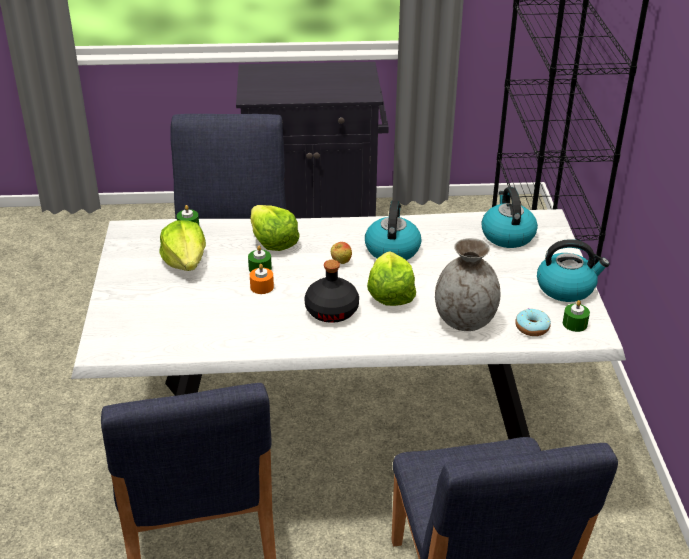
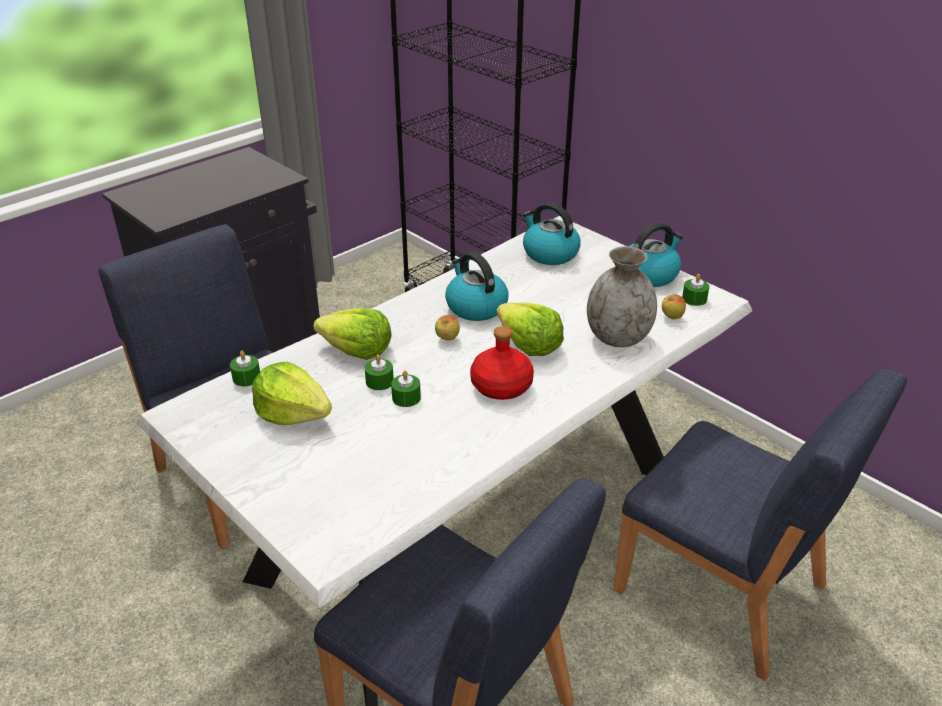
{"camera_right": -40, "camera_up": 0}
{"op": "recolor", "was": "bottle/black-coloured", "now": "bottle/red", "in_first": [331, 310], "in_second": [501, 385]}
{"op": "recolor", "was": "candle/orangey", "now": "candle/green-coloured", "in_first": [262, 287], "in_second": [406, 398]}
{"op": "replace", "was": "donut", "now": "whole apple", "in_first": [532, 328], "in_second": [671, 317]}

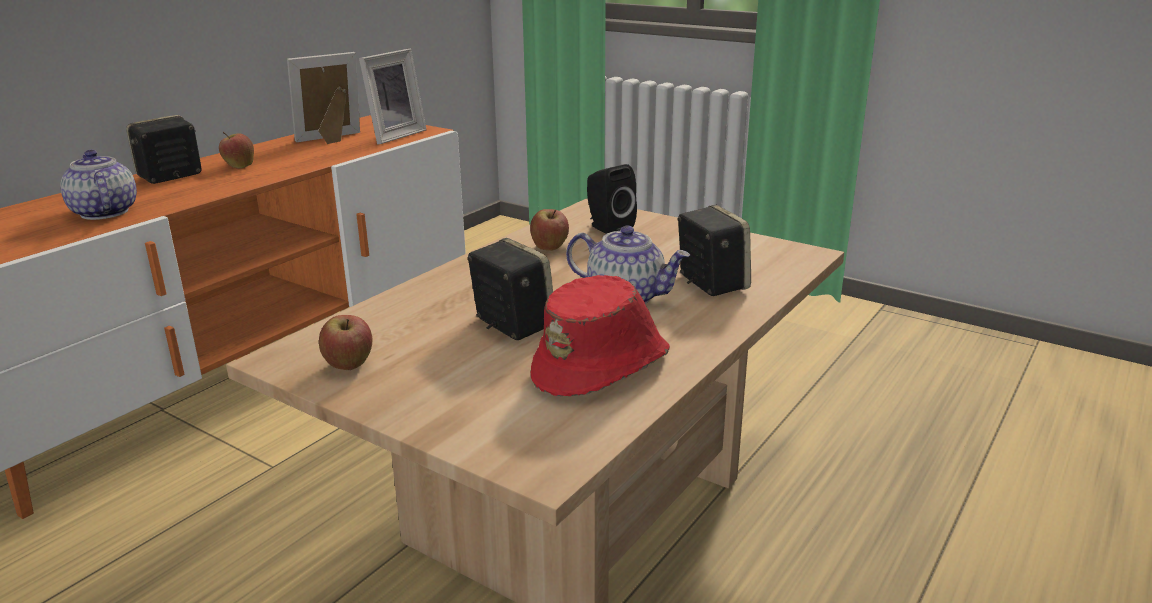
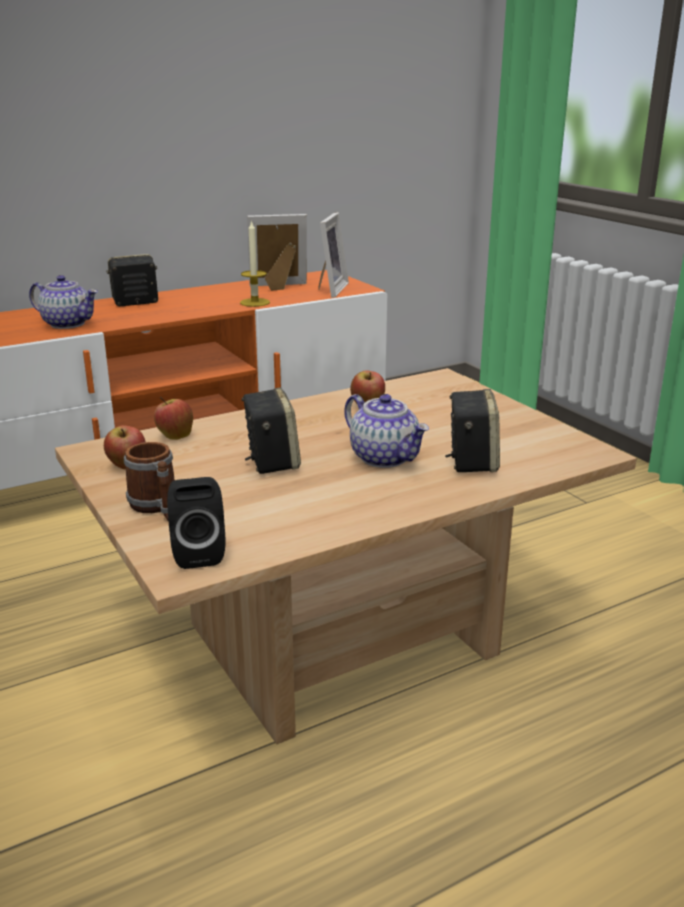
{"camera_right": 25, "camera_up": 0}
{"op": "rotate", "was": "standing frame", "in_first": [393, 135], "in_second": [329, 290], "clockwise": -45}
{"op": "move", "was": "whole apple", "in_first": [239, 166], "in_second": [175, 436]}
{"op": "rotate", "was": "teapot", "in_first": [104, 213], "in_second": [67, 324], "clockwise": 120}
{"op": "move", "was": "audio speaker/black-coloured", "in_first": [608, 228], "in_second": [198, 553]}
{"op": "delete", "was": "clothing hat/red", "in_first": [603, 367]}
{"op": "insert", "now": "candle", "in_second": [255, 302]}
{"op": "insert", "now": "coffee mug", "in_second": [156, 507]}

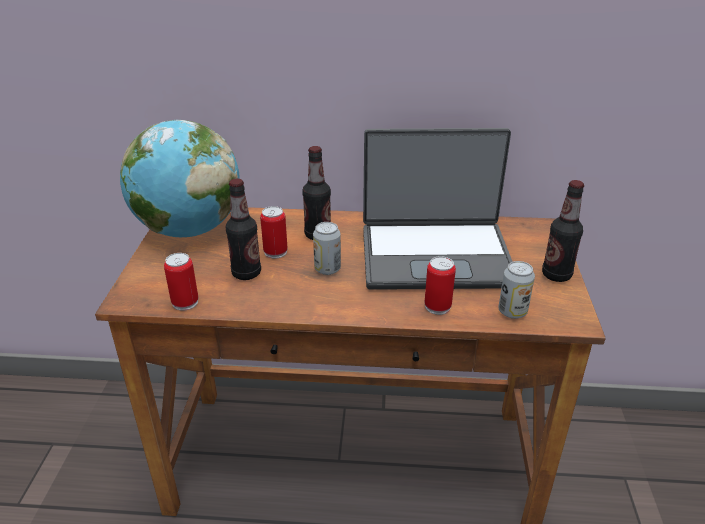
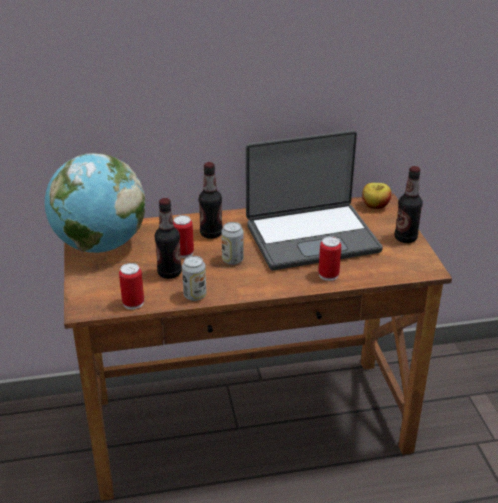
{"camera_right": -15, "camera_up": 0}
{"op": "move", "was": "sealed can", "in_first": [512, 311], "in_second": [195, 295]}
{"op": "insert", "now": "whole apple", "in_second": [375, 206]}

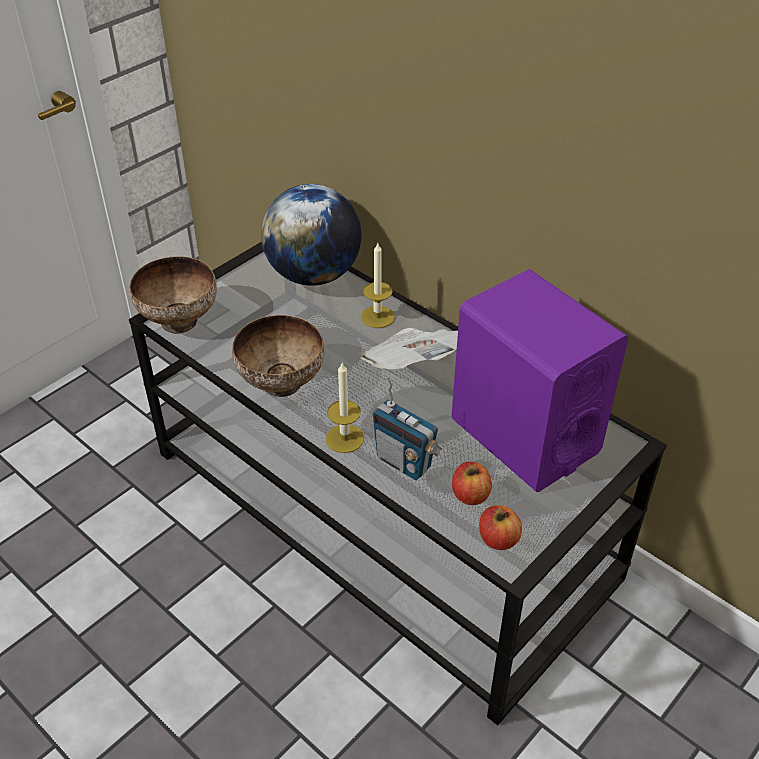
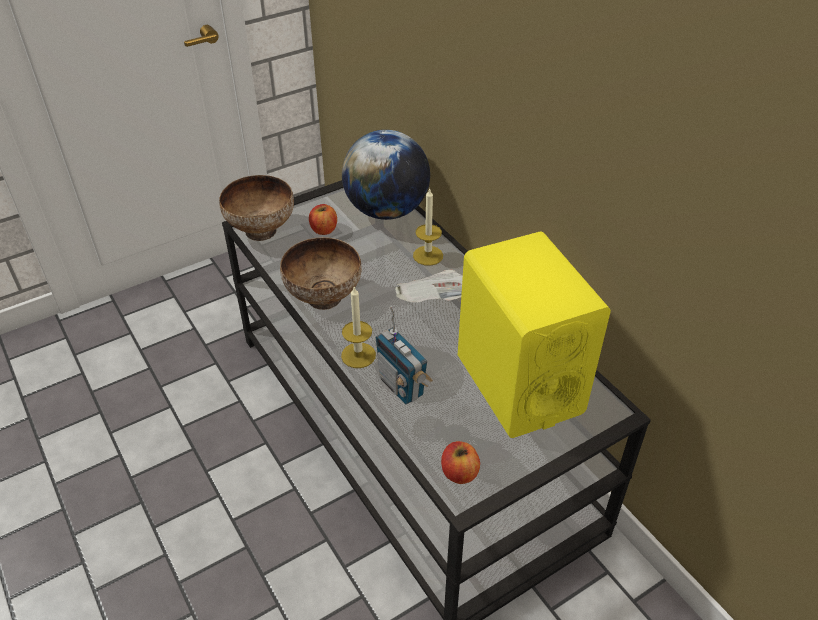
{"camera_right": 15, "camera_up": 0}
{"op": "recolor", "was": "audio speaker/purplish", "now": "audio speaker/yellowish", "in_first": [524, 435], "in_second": [518, 384]}
{"op": "move", "was": "whole apple", "in_first": [470, 495], "in_second": [324, 230]}

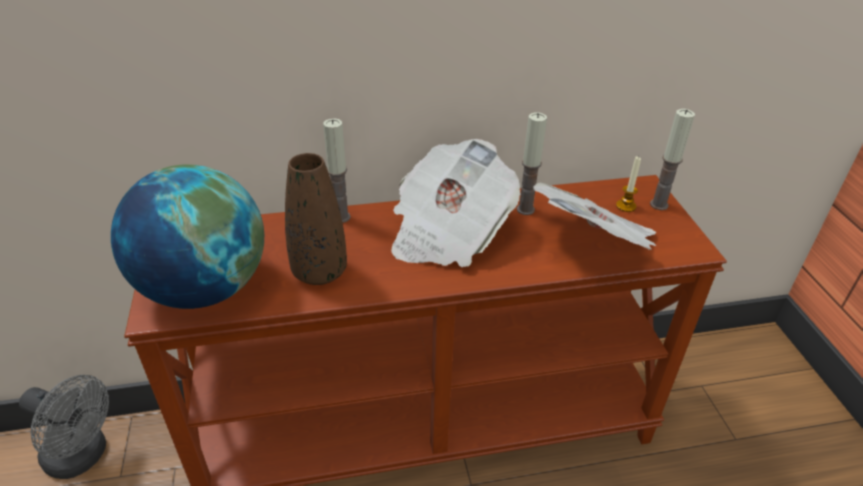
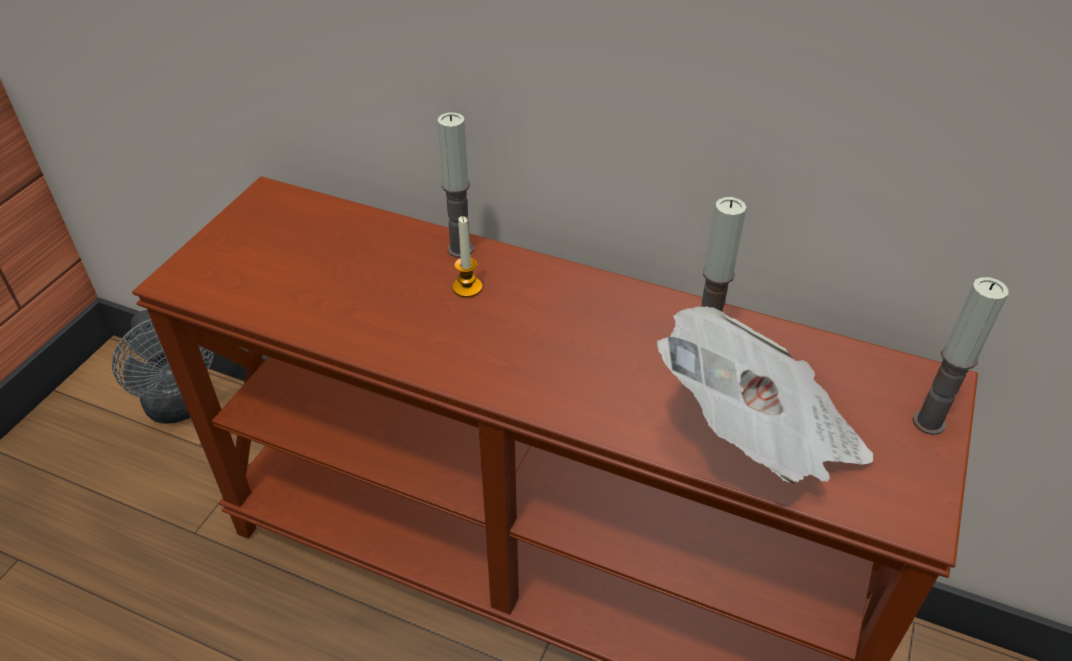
{"camera_right": 35, "camera_up": 5}
{"op": "delete", "was": "newspaper", "in_first": [448, 232]}
{"op": "delete", "was": "decorative vase/brown", "in_first": [319, 272]}
{"op": "move", "was": "candle", "in_first": [626, 206], "in_second": [467, 287]}
{"op": "delete", "was": "globe", "in_first": [204, 288]}

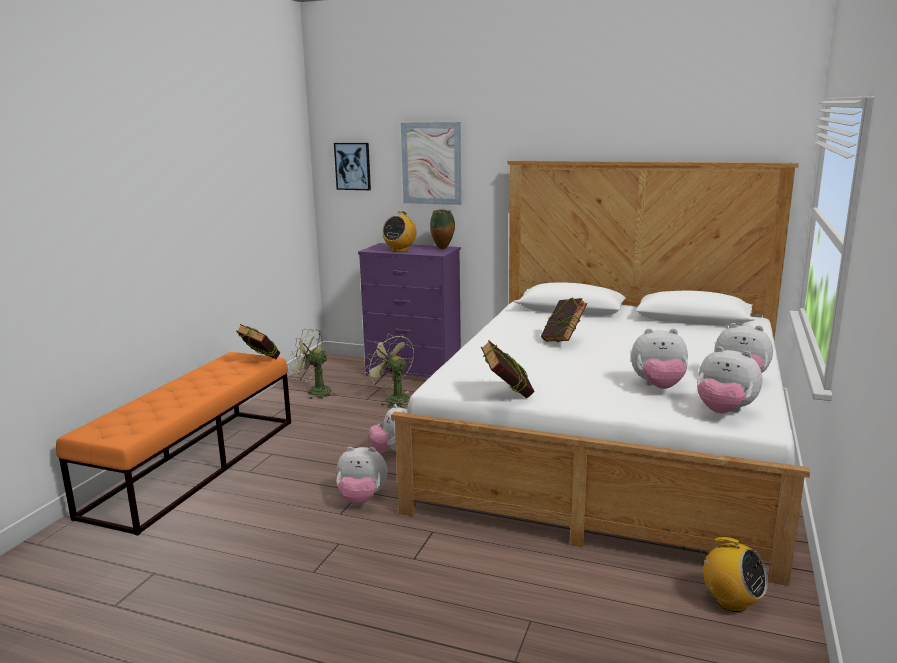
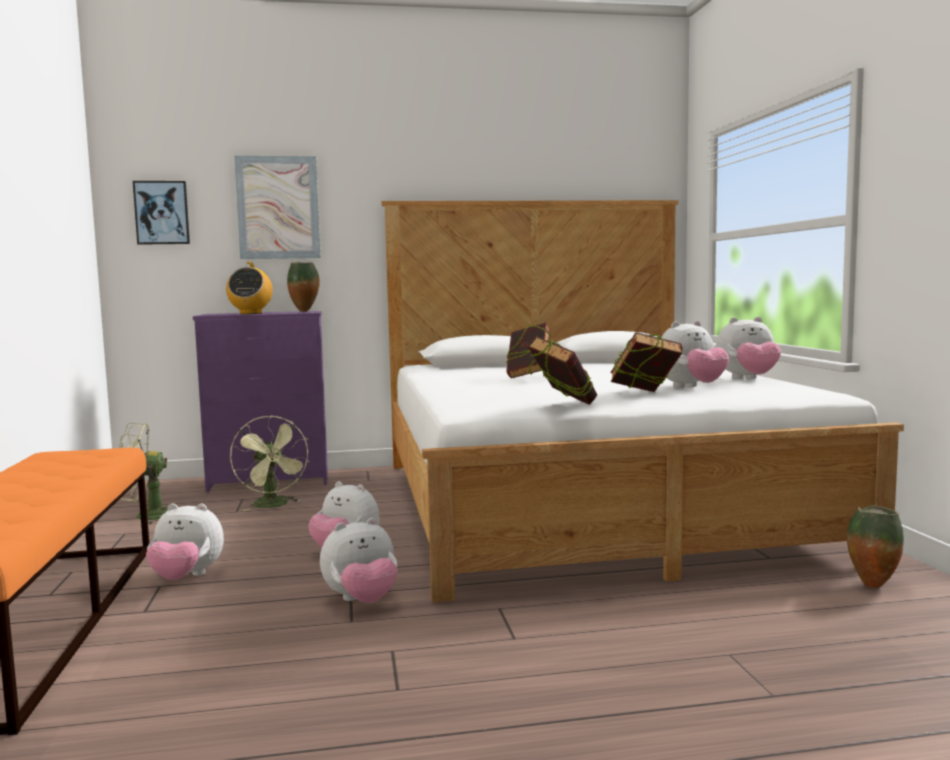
{"camera_right": -30, "camera_up": -10}
{"op": "move", "was": "volume", "in_first": [260, 361], "in_second": [645, 395]}
{"op": "rotate", "was": "electric fan/green-coloured", "in_first": [393, 398], "in_second": [274, 505], "clockwise": -135}
{"op": "move", "was": "plush toy", "in_first": [724, 412], "in_second": [186, 578]}
{"op": "replace", "was": "radio receiver", "now": "decorative vase", "in_first": [731, 602], "in_second": [872, 585]}

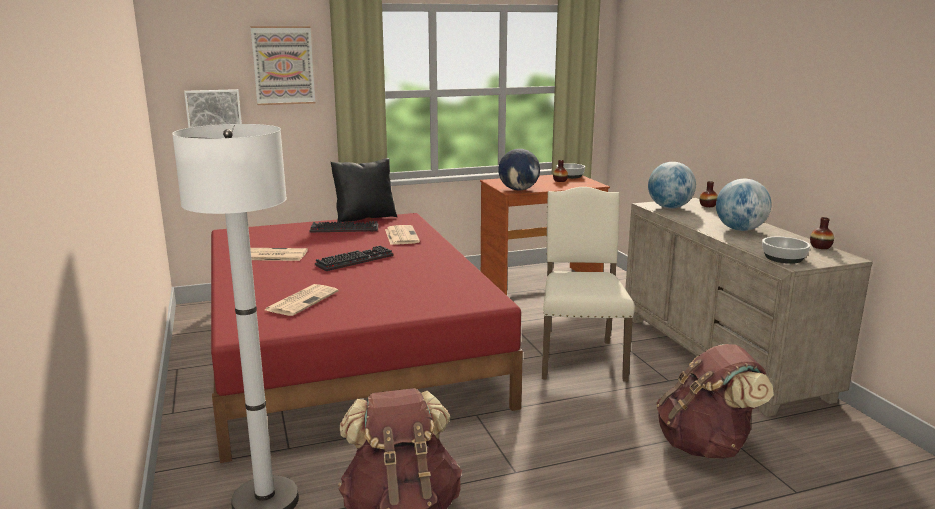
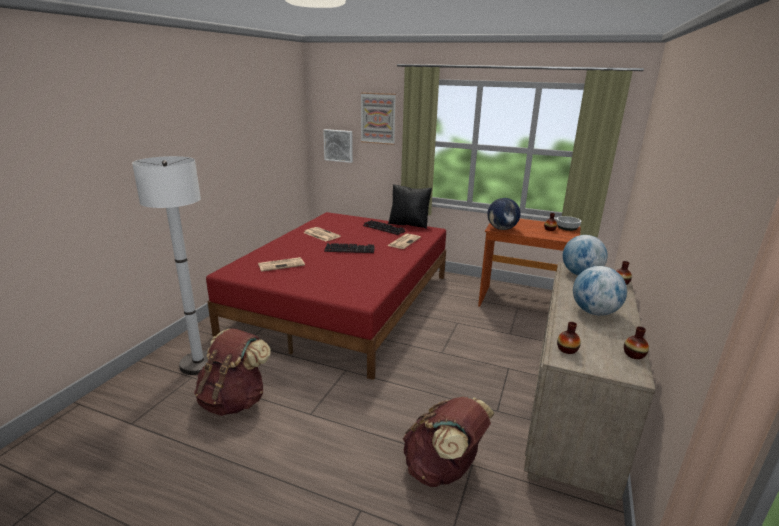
{"camera_right": 40, "camera_up": 5}
{"op": "delete", "was": "chair/sand-coloured", "in_first": [580, 358]}
{"op": "replace", "was": "deep dish", "now": "decorative vase", "in_first": [783, 258], "in_second": [567, 349]}

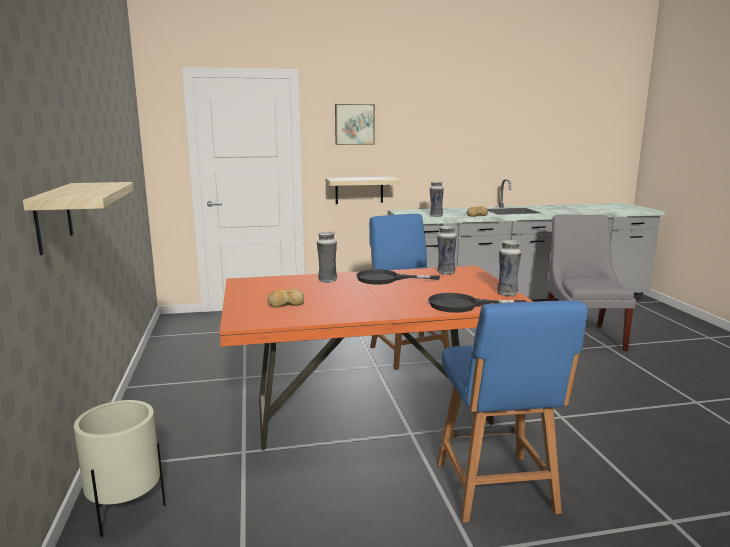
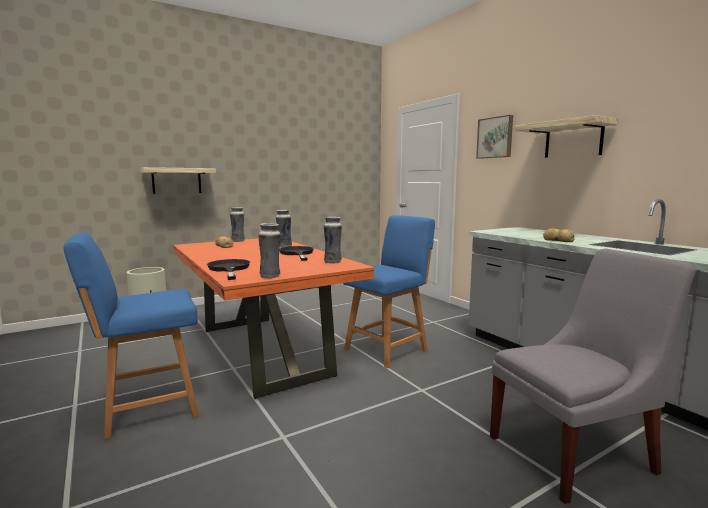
{"camera_right": 70, "camera_up": -5}
{"op": "move", "was": "wall shelf", "in_first": [359, 190], "in_second": [573, 140]}
{"op": "move", "was": "decorative vase", "in_first": [435, 216], "in_second": [238, 241]}

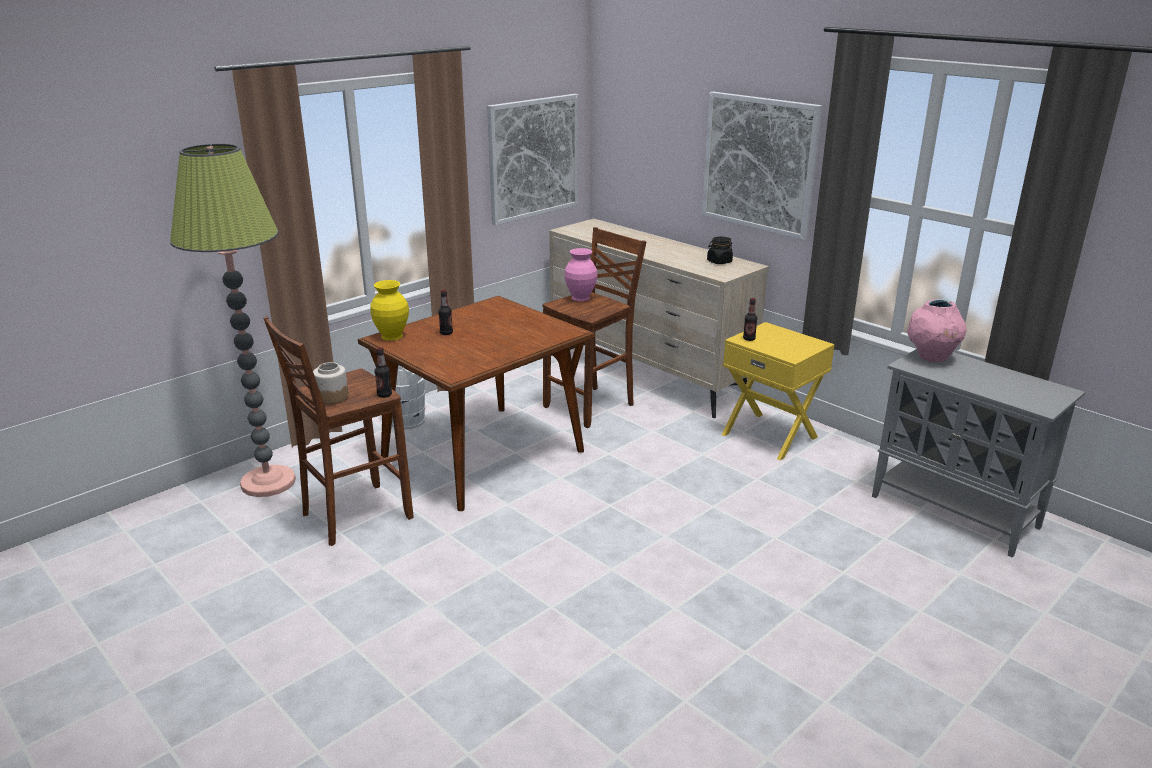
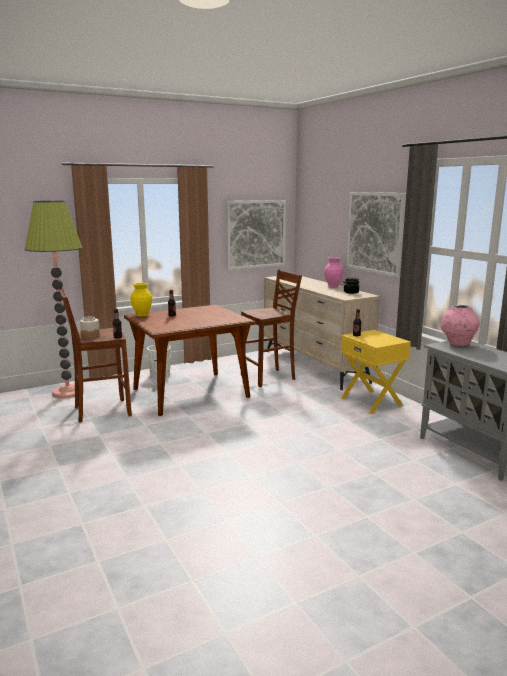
{"camera_right": 15, "camera_up": -10}
{"op": "move", "was": "decorative vase/pinkish", "in_first": [581, 297], "in_second": [333, 285]}

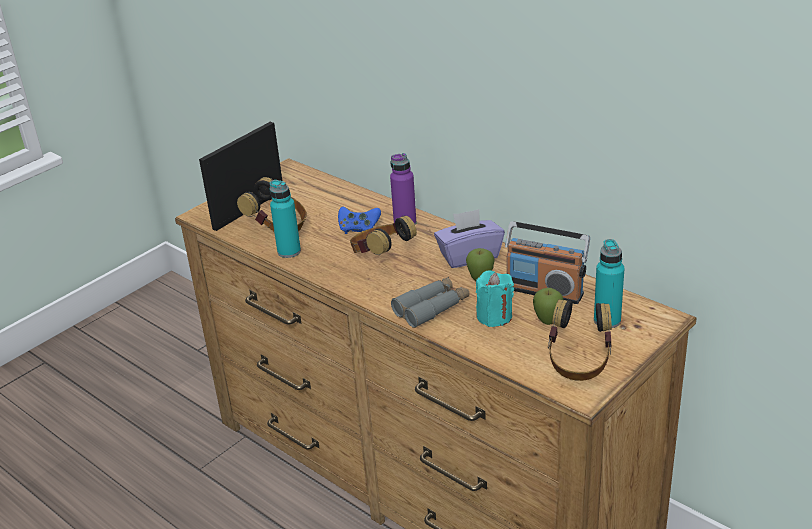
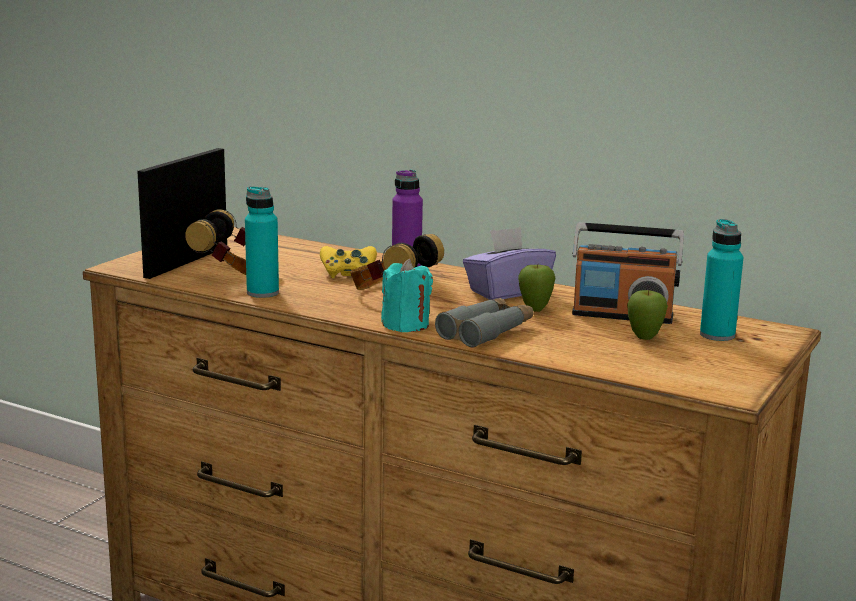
{"camera_right": -15, "camera_up": -15}
{"op": "recolor", "was": "joypad/blue", "now": "joypad/yellowish", "in_first": [358, 229], "in_second": [347, 274]}
{"op": "move", "was": "candle/blue-green", "in_first": [494, 316], "in_second": [405, 325]}
{"op": "delete", "was": "pair of headphones", "in_first": [579, 362]}

